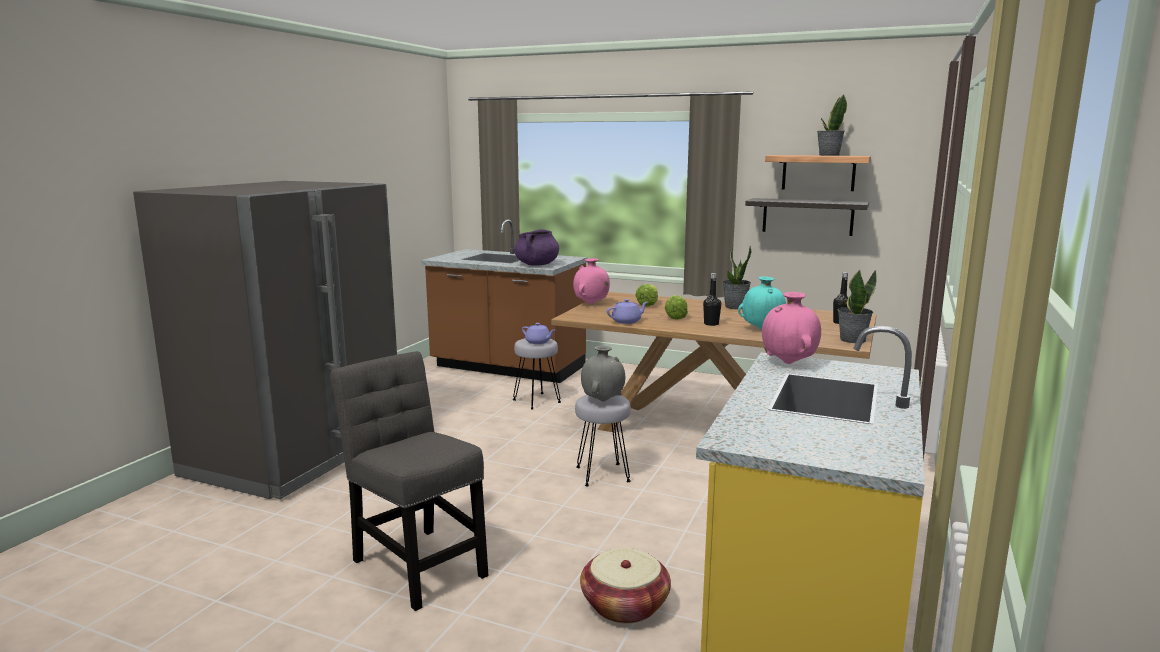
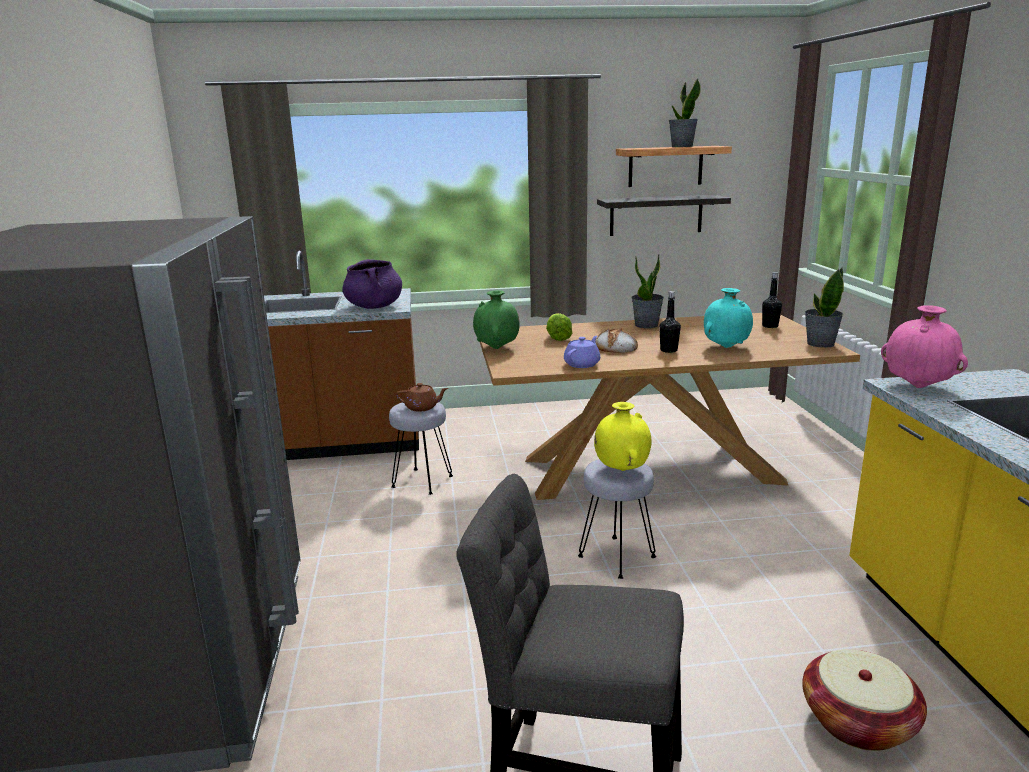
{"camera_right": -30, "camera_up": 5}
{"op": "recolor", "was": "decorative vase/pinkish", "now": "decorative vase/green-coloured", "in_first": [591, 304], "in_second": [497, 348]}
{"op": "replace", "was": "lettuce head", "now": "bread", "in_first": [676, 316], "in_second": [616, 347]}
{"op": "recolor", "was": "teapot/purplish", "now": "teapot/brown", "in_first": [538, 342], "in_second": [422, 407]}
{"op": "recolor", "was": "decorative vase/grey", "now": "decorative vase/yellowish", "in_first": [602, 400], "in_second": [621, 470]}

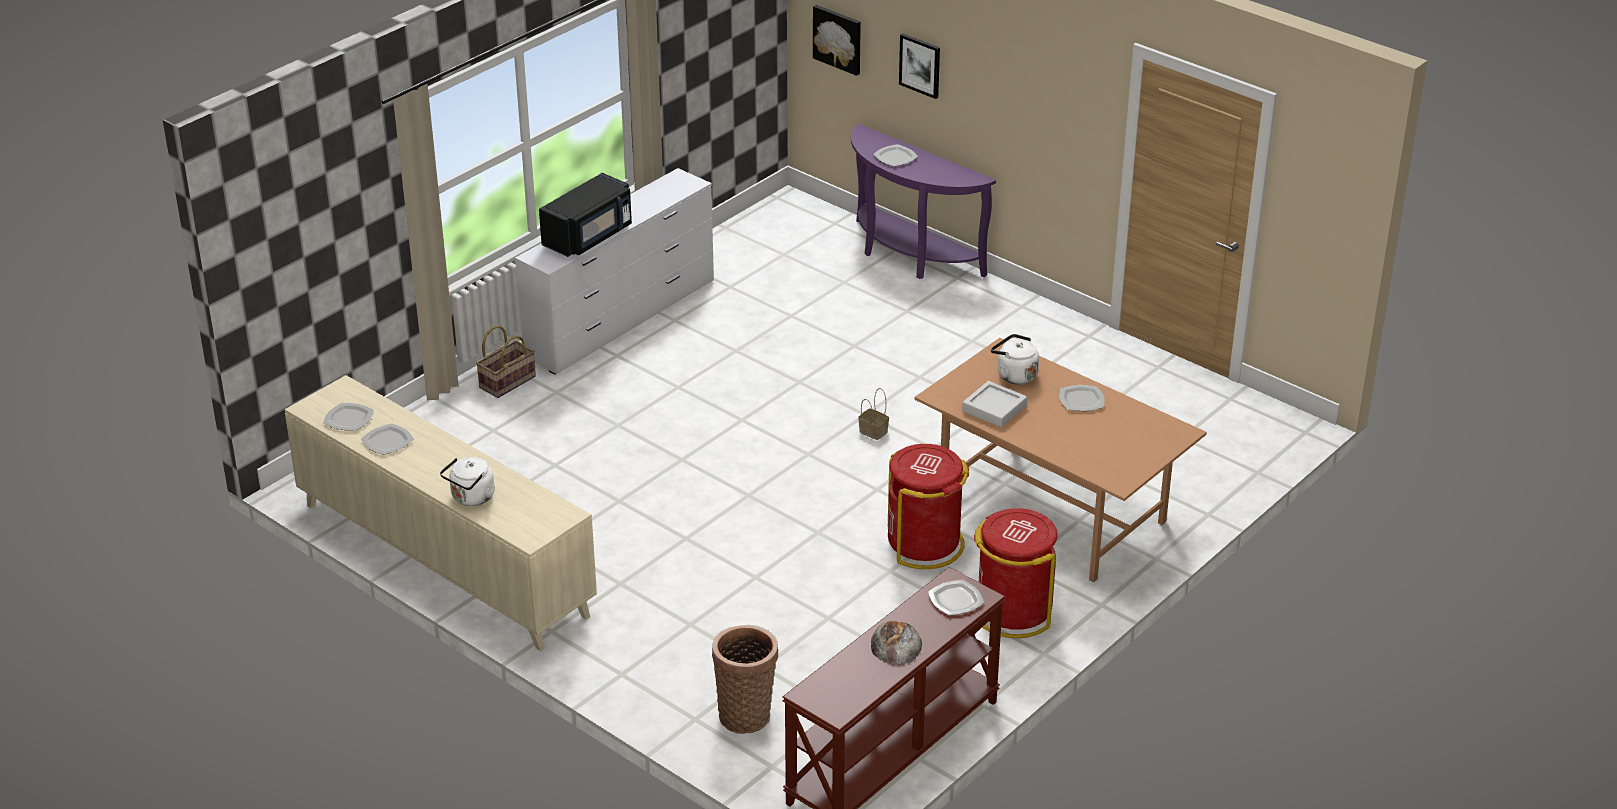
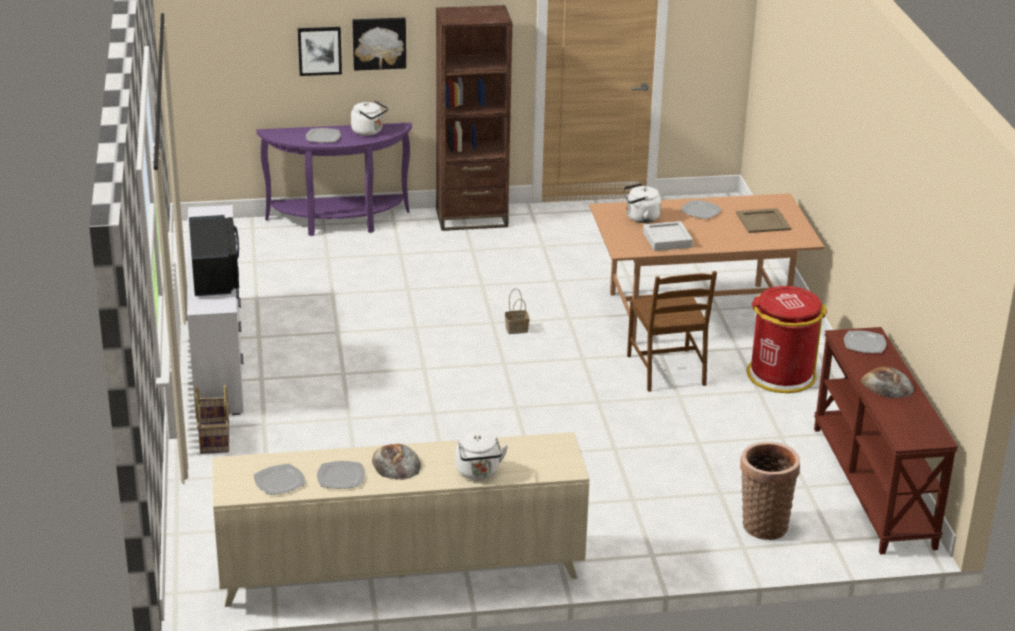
{"camera_right": -50, "camera_up": -5}
{"op": "move", "was": "picture", "in_first": [838, 39], "in_second": [379, 43]}
{"op": "replace", "was": "trash can/red", "now": "chair/brown", "in_first": [924, 544], "in_second": [667, 370]}
{"op": "insert", "now": "bookshelf/brown", "in_second": [472, 218]}
{"op": "insert", "now": "tea kettle/white", "in_second": [369, 131]}
{"op": "insert", "now": "serving tray/sand-coloured", "in_second": [763, 221]}
{"op": "insert", "now": "bread", "in_second": [396, 463]}

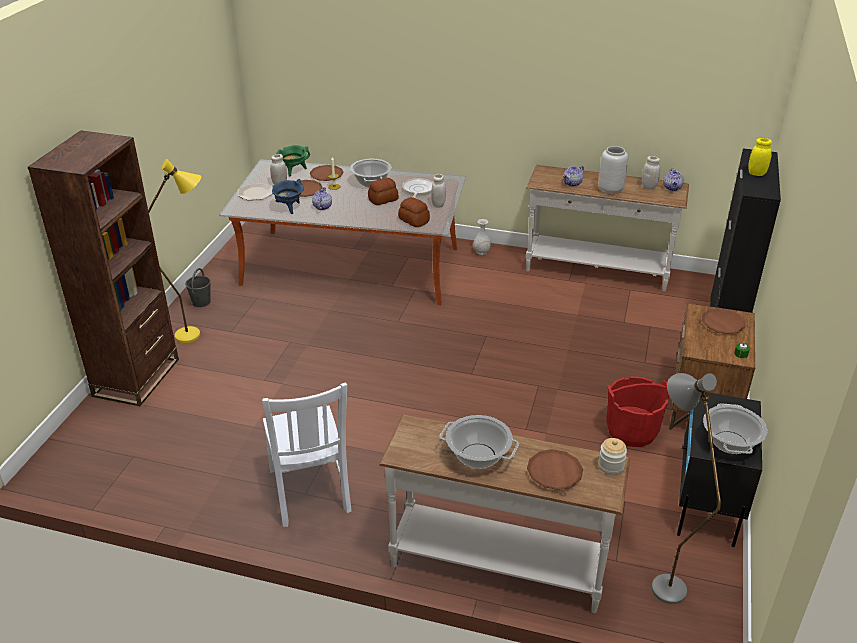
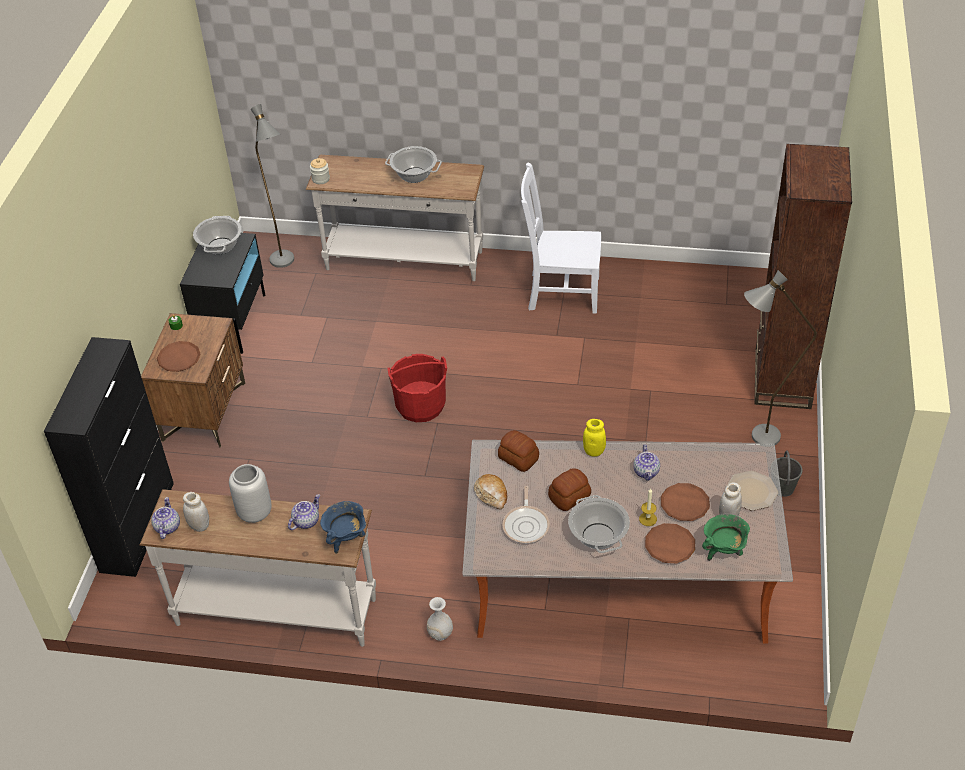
{"camera_right": 175, "camera_up": 10}
{"op": "move", "was": "storage jar/yellowish", "in_first": [756, 173], "in_second": [594, 451]}
{"op": "recolor", "was": "standing lamp/yellowish", "now": "standing lamp/grey", "in_first": [197, 334], "in_second": [755, 439]}
{"op": "replace", "was": "storage jar/white", "now": "bread", "in_first": [438, 205], "in_second": [492, 495]}
{"op": "move", "was": "saucepot/blue", "in_first": [289, 208], "in_second": [346, 539]}
{"op": "move", "was": "water bucket/red", "in_first": [631, 430], "in_second": [420, 406]}
{"op": "rotate", "was": "chair/white", "in_first": [310, 492], "in_second": [561, 292], "clockwise": -60}
{"op": "delete", "was": "flat dish/brown", "in_first": [554, 472]}

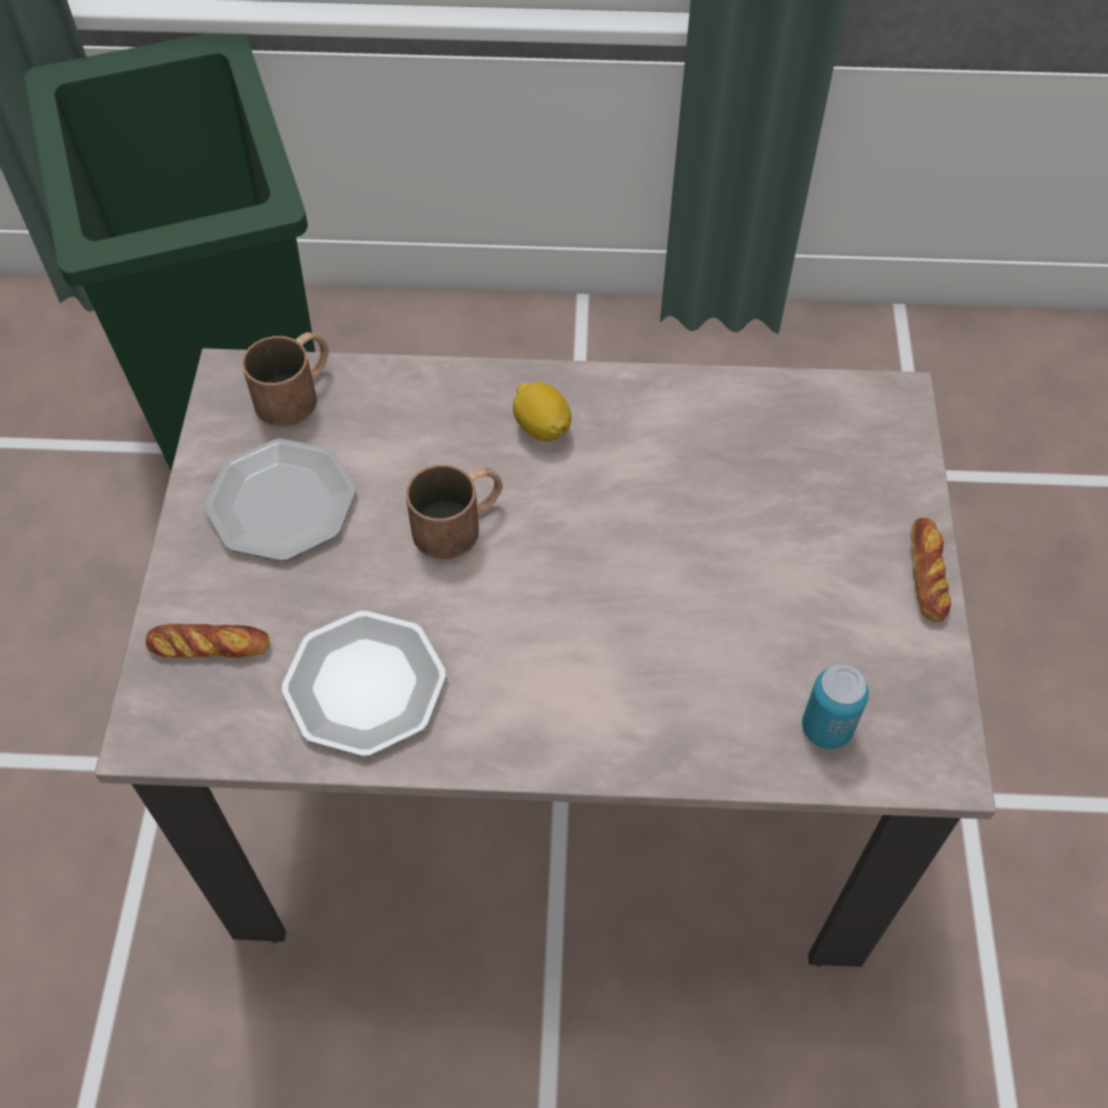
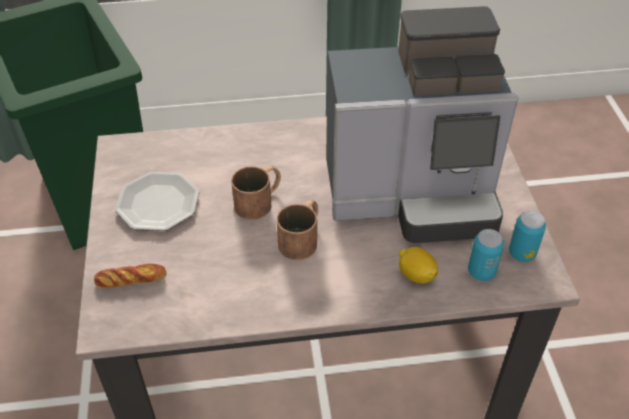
{"camera_right": -10, "camera_up": -10}
{"op": "move", "was": "coffee mug/brown", "in_first": [297, 392], "in_second": [302, 238]}
{"op": "move", "was": "whole lemon", "in_first": [542, 427], "in_second": [416, 275]}
{"op": "delete", "was": "bread", "in_first": [927, 574]}
{"op": "delete", "was": "flat dish", "in_first": [366, 685]}
{"op": "insert", "now": "coffee maker", "in_second": [413, 195]}
{"op": "insert", "now": "sealed can", "in_second": [521, 253]}

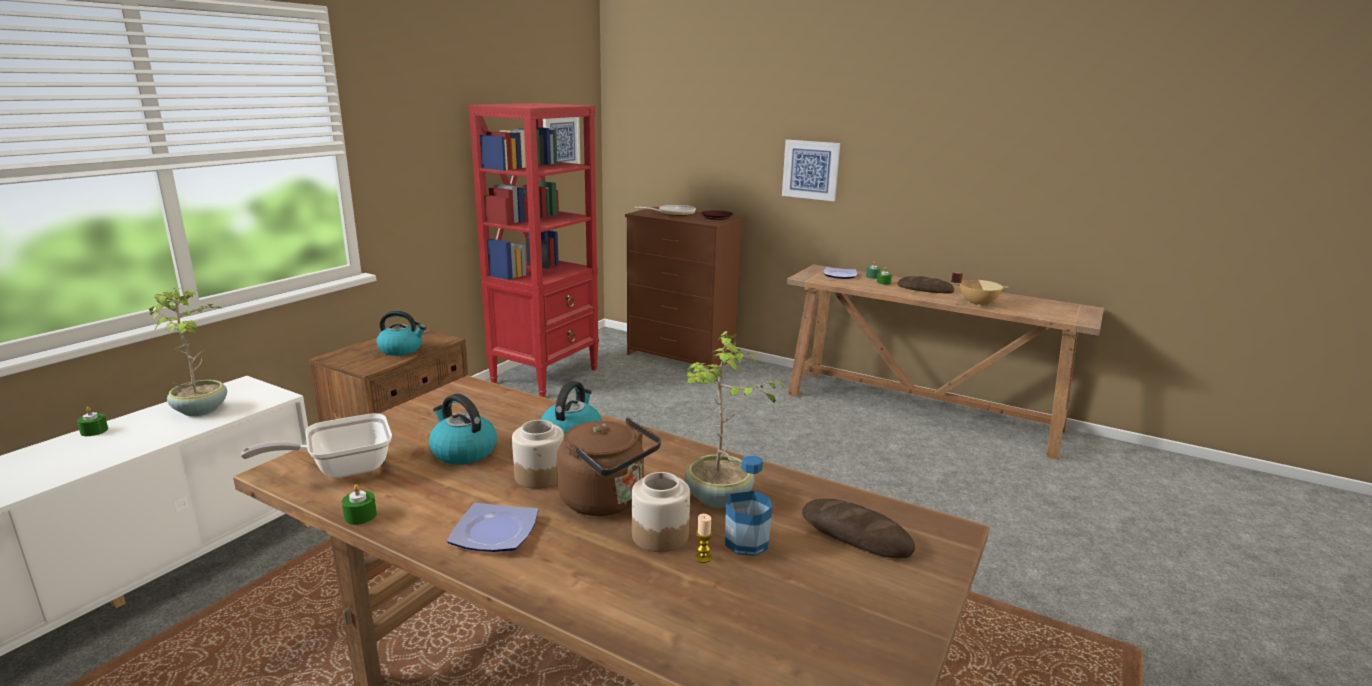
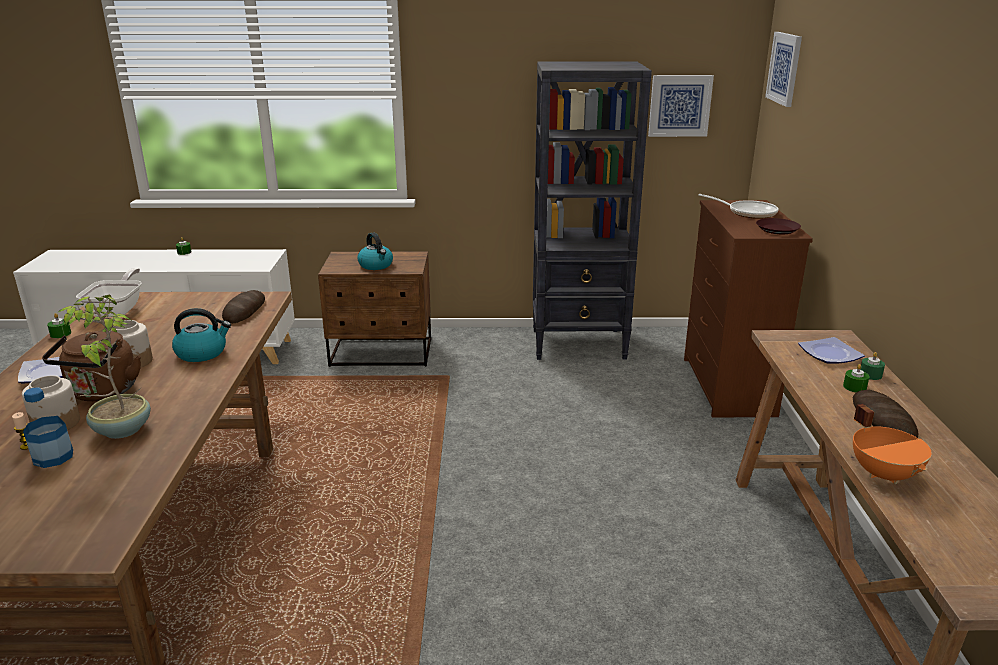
{"camera_right": 60, "camera_up": 5}
{"op": "recolor", "was": "bookshelf/red", "now": "bookshelf/black-coloured", "in_first": [546, 375], "in_second": [579, 344]}
{"op": "move", "was": "picture", "in_first": [811, 170], "in_second": [785, 68]}
{"op": "recolor", "was": "saucepot/sand-coloured", "now": "saucepot/orangey", "in_first": [977, 304], "in_second": [884, 474]}
{"op": "delete", "was": "houseplant", "in_first": [201, 409]}
{"op": "delete", "was": "tea kettle", "in_first": [463, 452]}
{"op": "rotate", "was": "skillet", "in_first": [342, 469], "in_second": [118, 310], "clockwise": 60}
{"op": "move", "was": "bread", "in_first": [855, 534], "in_second": [245, 311]}

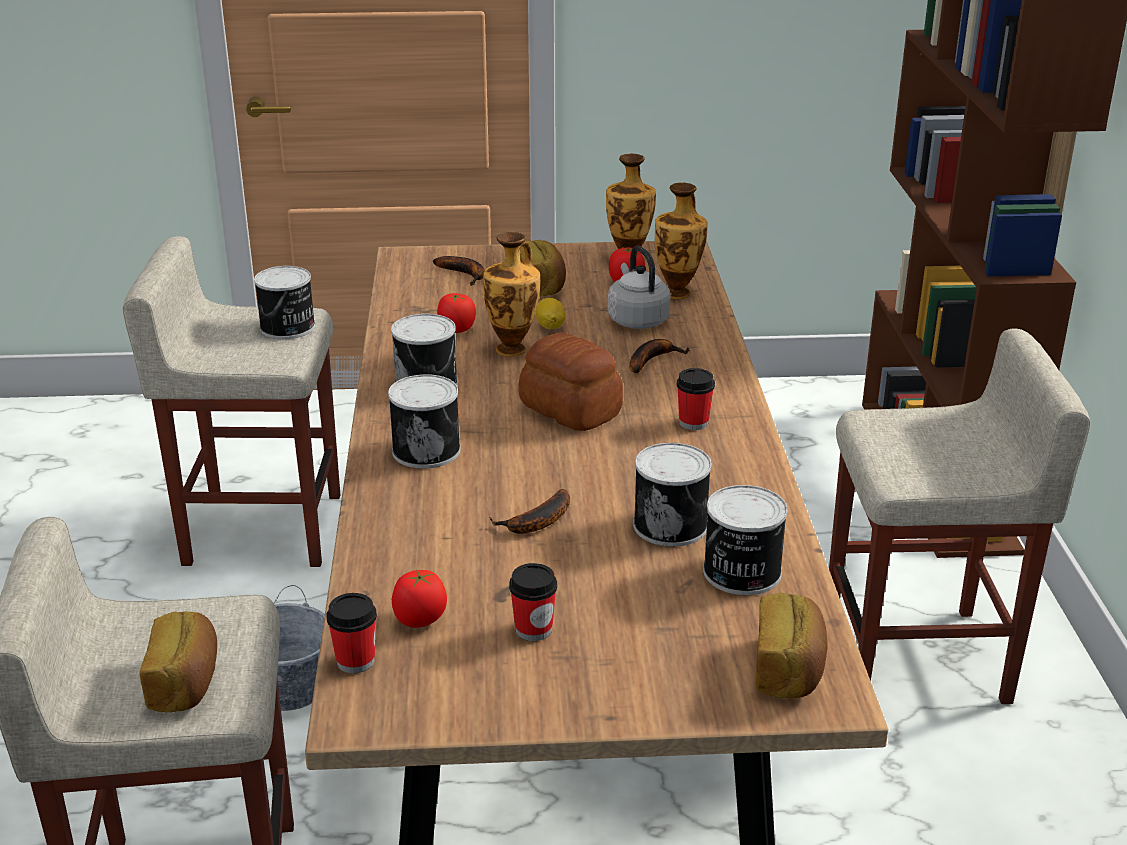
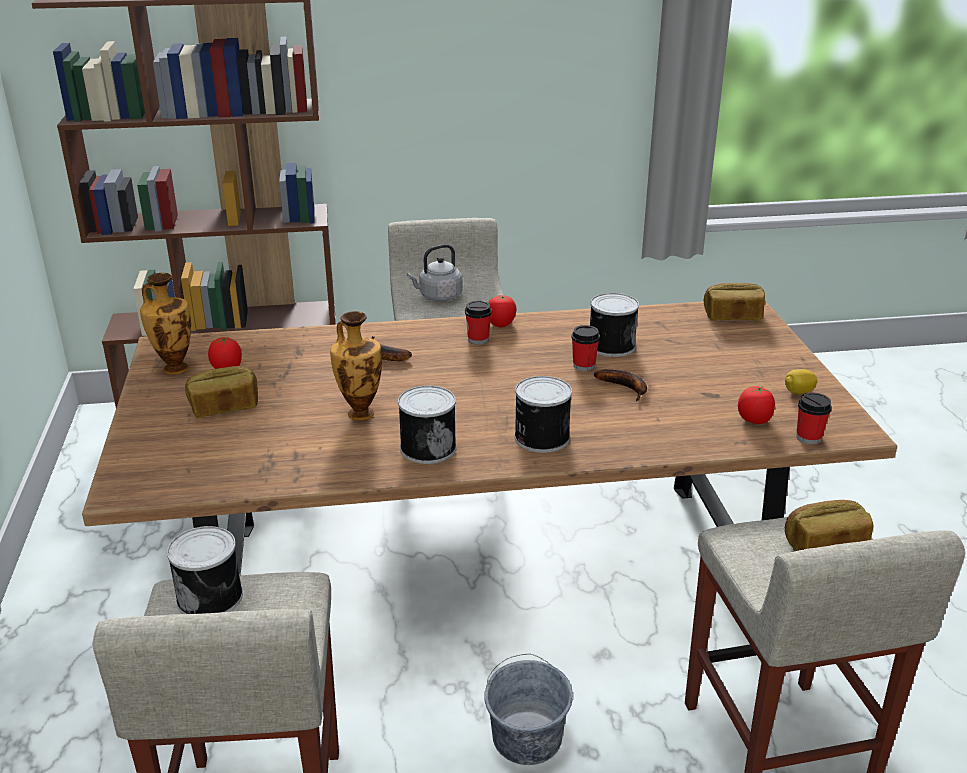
{"camera_right": -95, "camera_up": 0}
{"op": "delete", "was": "decorative vase", "in_first": [678, 292]}
{"op": "move", "was": "tea kettle/grey", "in_first": [636, 319], "in_second": [438, 296]}
{"op": "delete", "was": "whole banana", "in_first": [465, 274]}
{"op": "move", "was": "whole tomato", "in_first": [456, 330], "in_second": [501, 324]}
{"op": "move", "was": "whole lemon", "in_first": [550, 326], "in_second": [798, 392]}
{"op": "delete", "was": "bread", "in_first": [571, 408]}
{"op": "delete", "was": "sealed can", "in_first": [741, 573]}
{"op": "move", "was": "cup", "in_first": [533, 629], "in_second": [584, 366]}

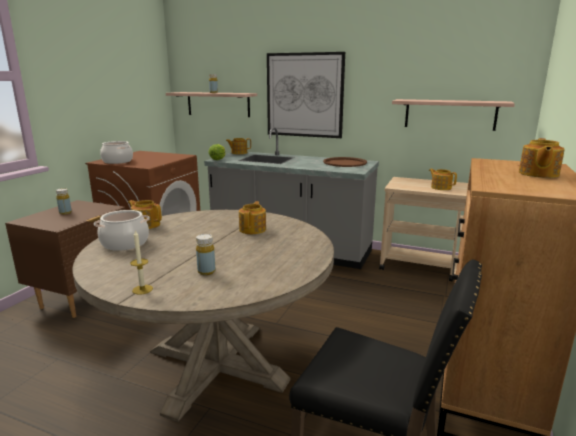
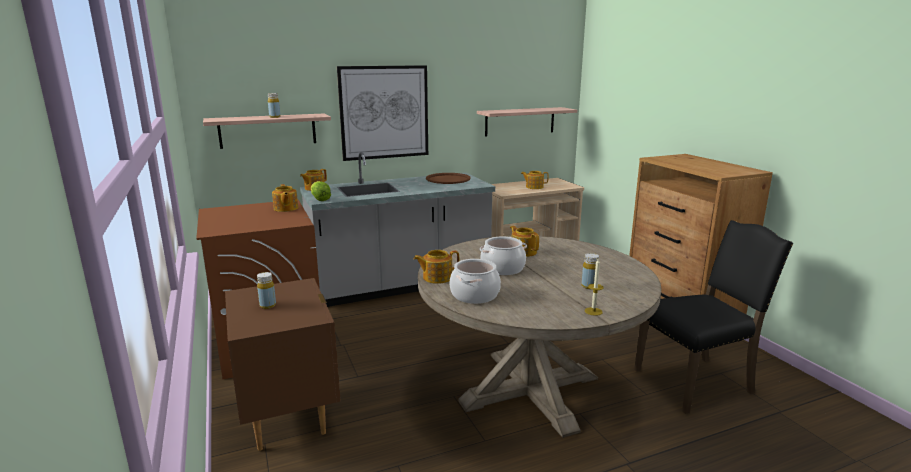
{"camera_right": -45, "camera_up": 0}
{"op": "move", "was": "teapot", "in_first": [538, 174], "in_second": [285, 208]}
{"op": "move", "was": "saucepot", "in_first": [117, 161], "in_second": [502, 268]}

